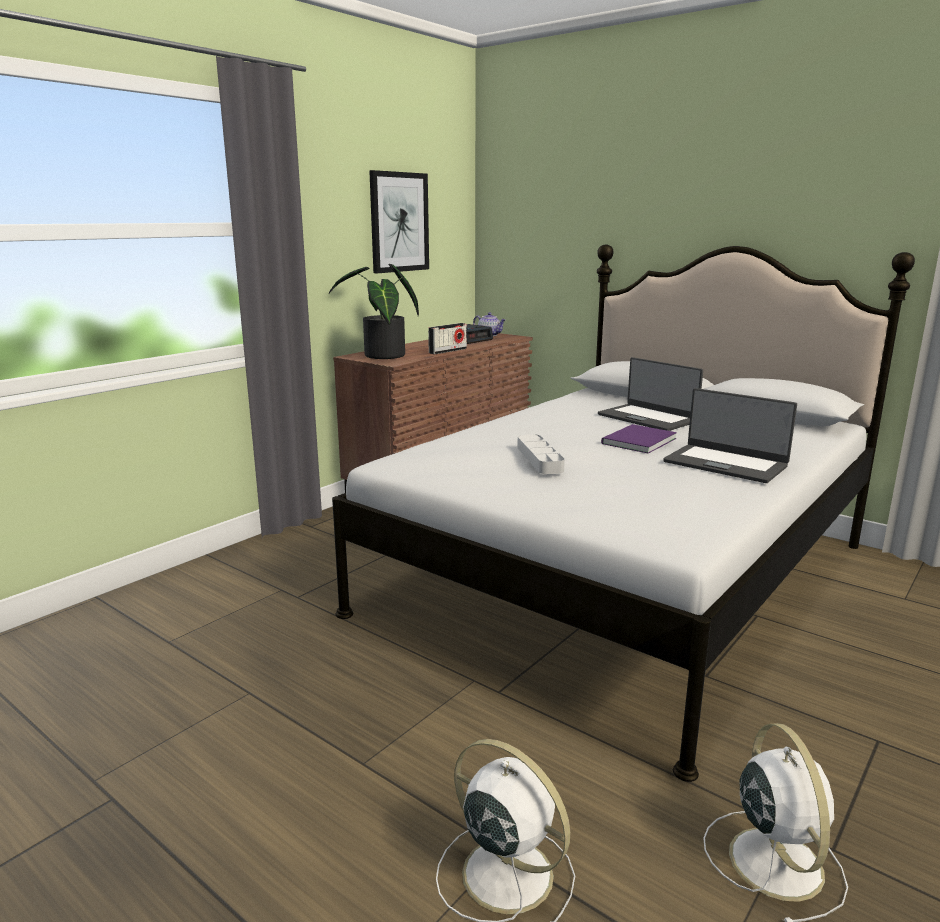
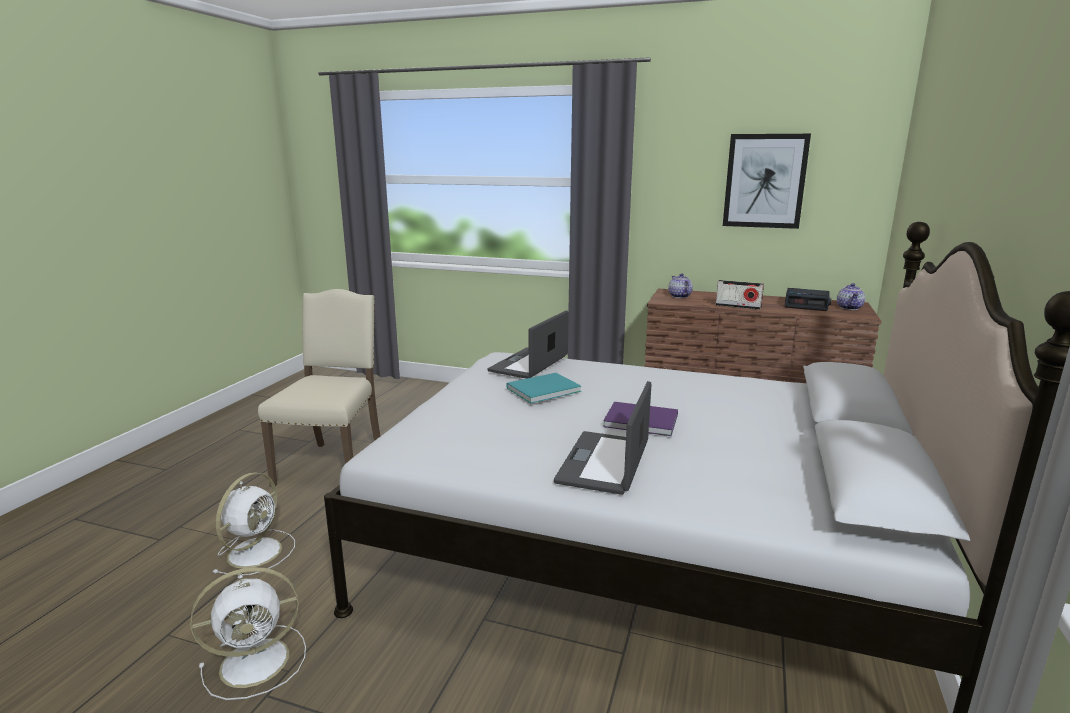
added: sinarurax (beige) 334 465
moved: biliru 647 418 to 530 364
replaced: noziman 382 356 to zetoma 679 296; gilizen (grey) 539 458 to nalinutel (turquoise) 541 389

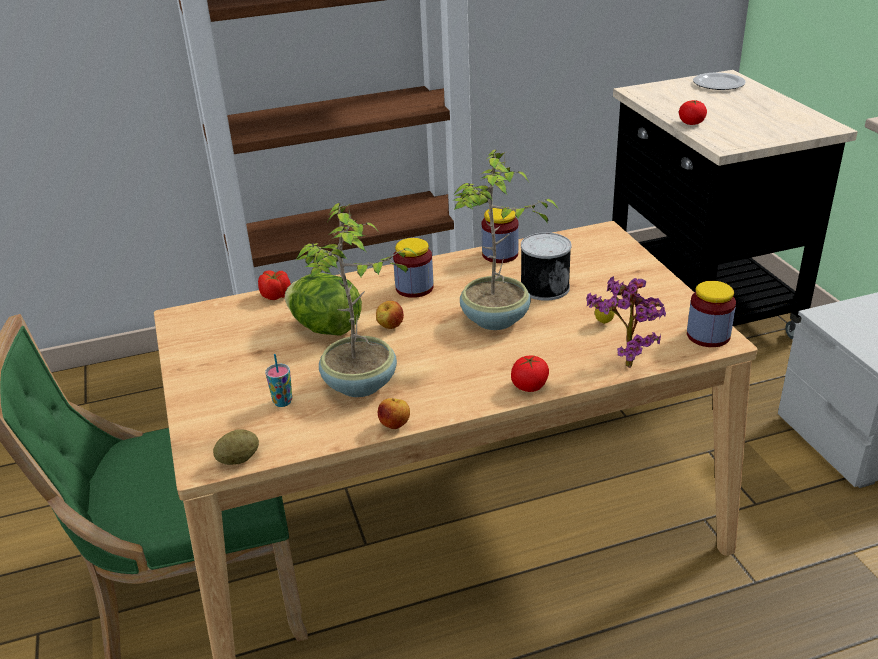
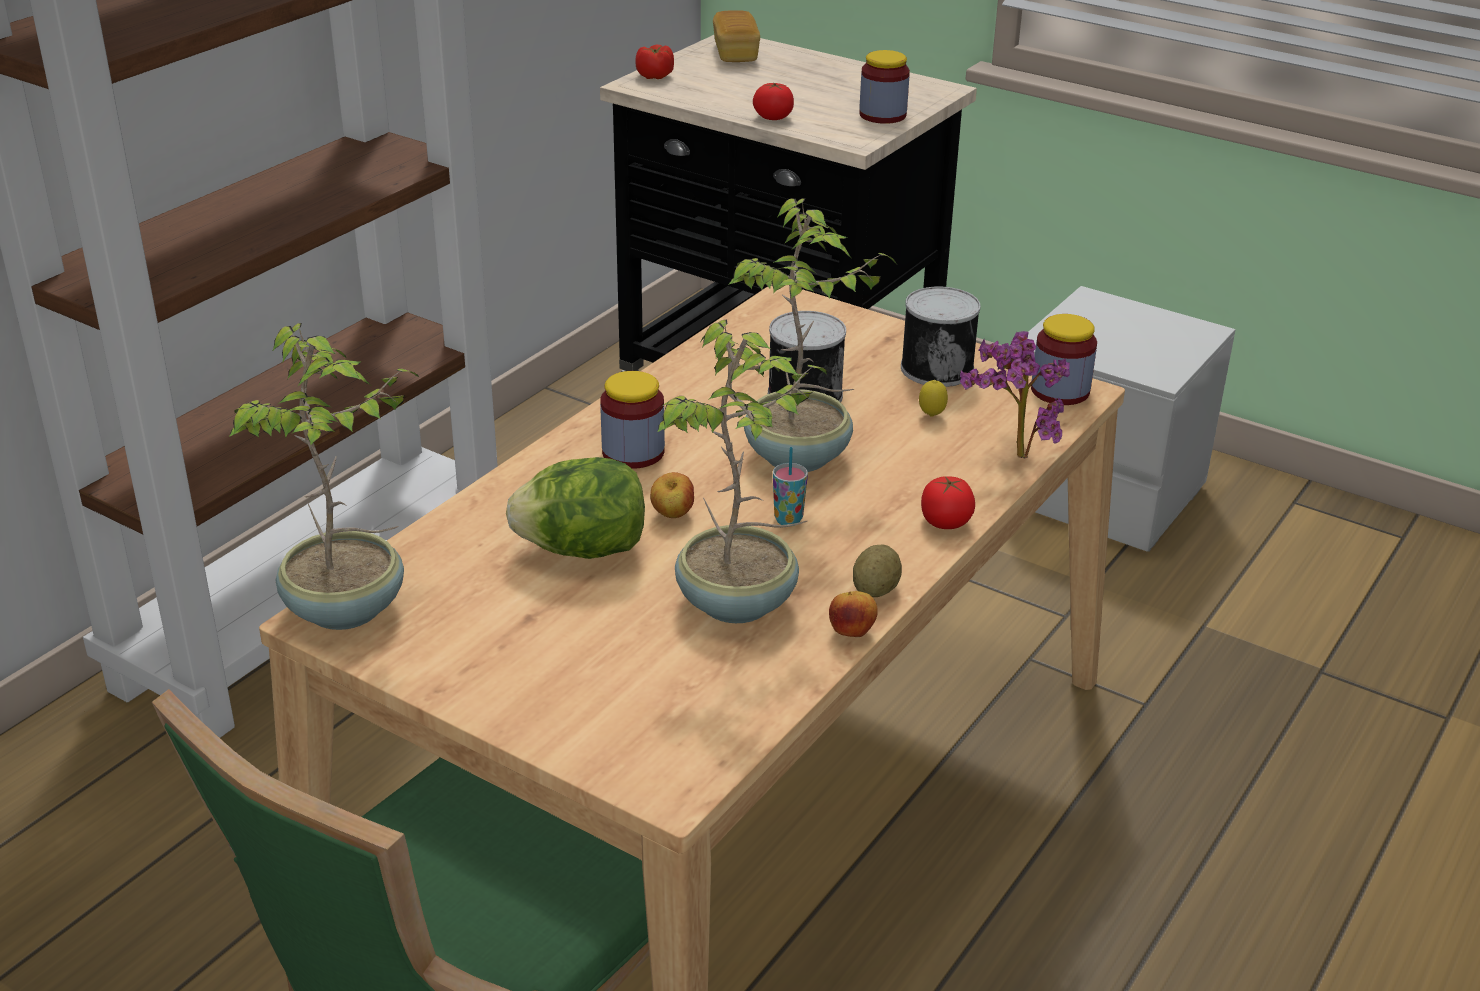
added: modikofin 937 368; noziman 347 610
moved: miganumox 500 254 to 882 115; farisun 276 296 to 655 76; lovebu 282 402 to 788 520; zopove 238 459 to 875 590
replaced: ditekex 719 84 to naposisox 735 54

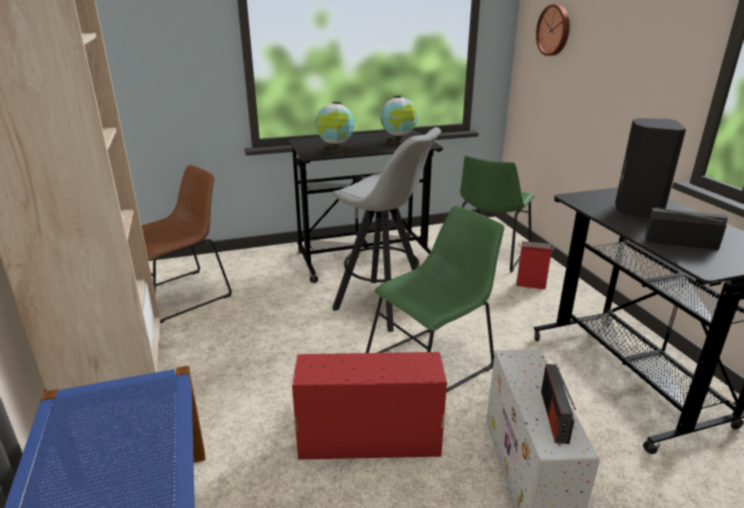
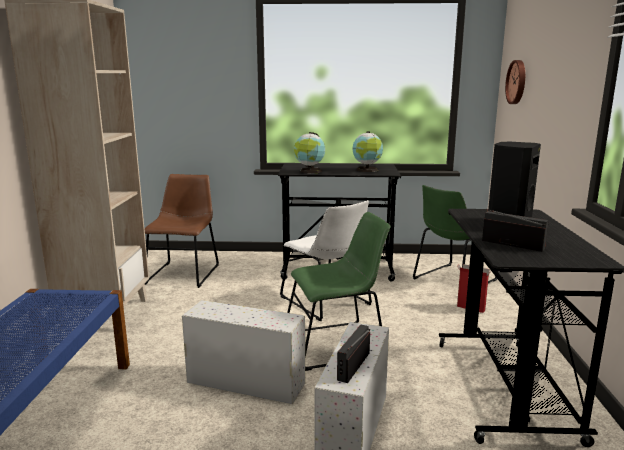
replaced: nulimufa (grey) 383 305 to sinarurax (white) 327 302
recoloured: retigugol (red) 367 440 to retigugol (white) 244 382
turned: sinarurax (brown) 184 294 = 184 273 60 degrees counterclockwise

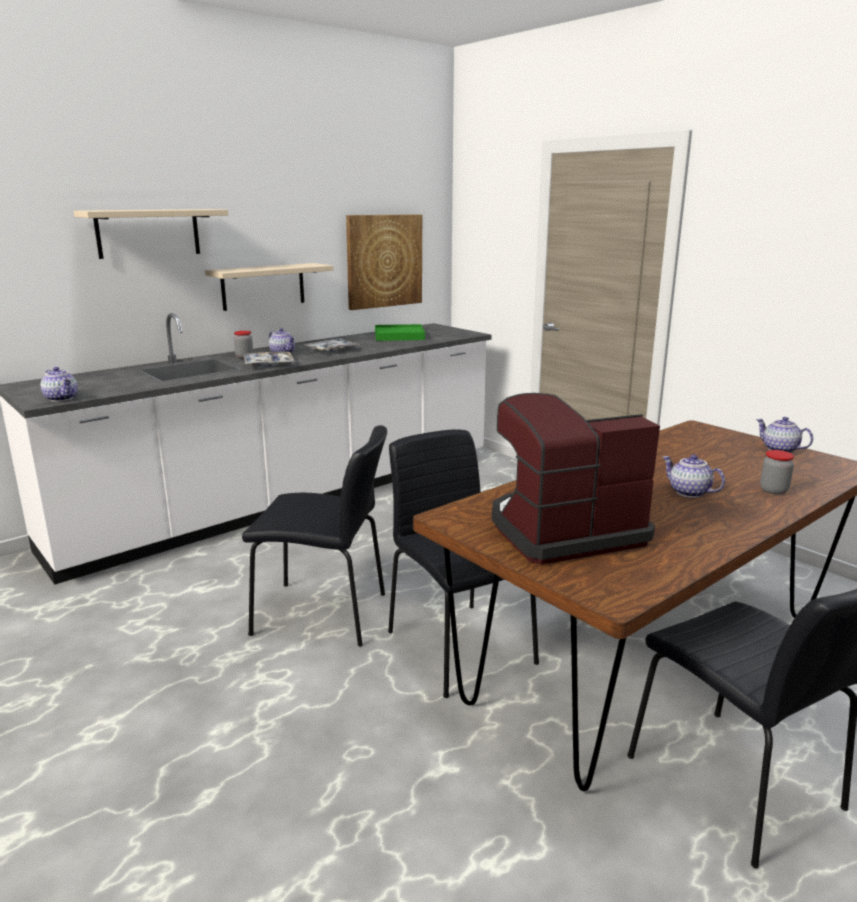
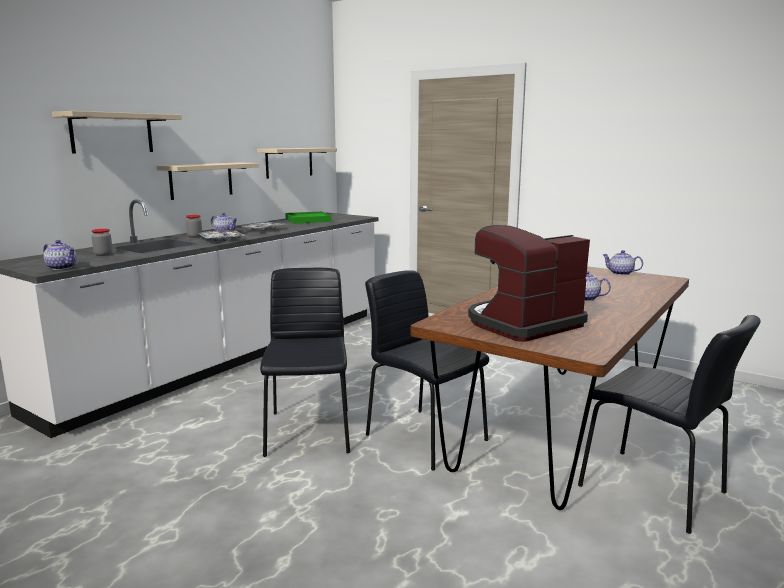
moved: miganumox 773 490 to 103 254
replaced: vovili 384 261 to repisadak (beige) 289 162
turned: sinarurax (black) 325 614 = 309 429 90 degrees counterclockwise

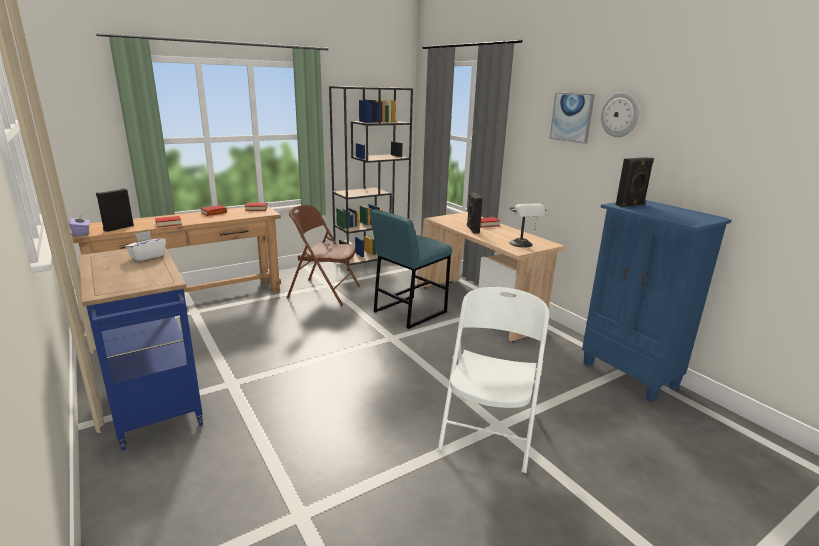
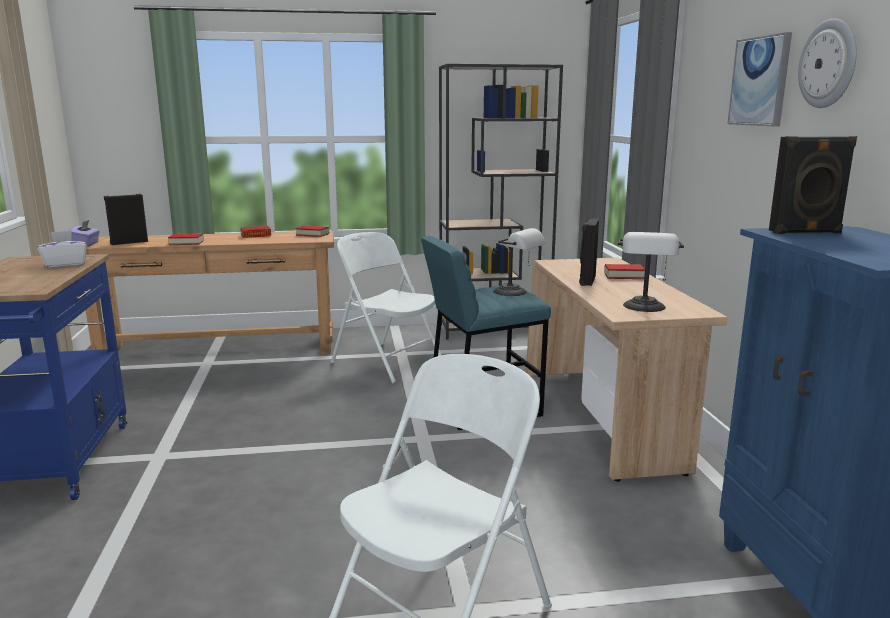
added: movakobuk 516 292
recoloured: sinarurax (brown) 324 292 to sinarurax (white) 387 362

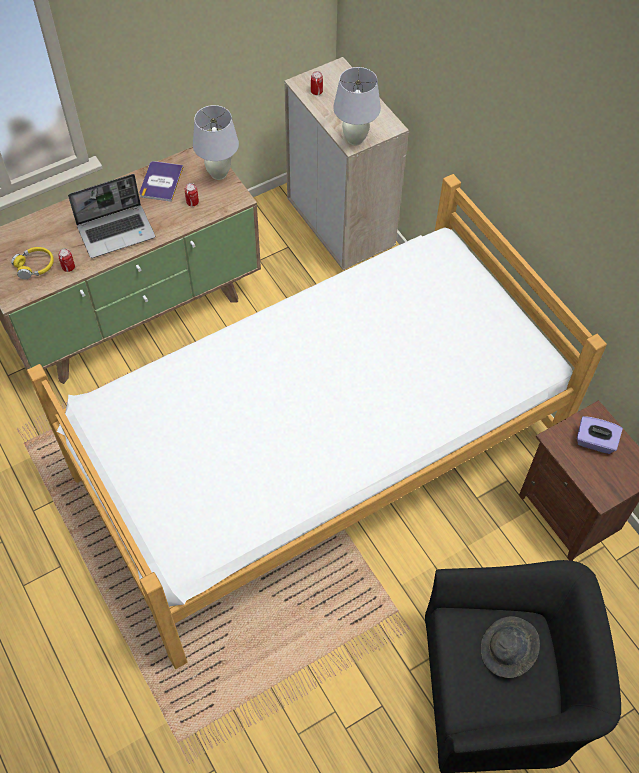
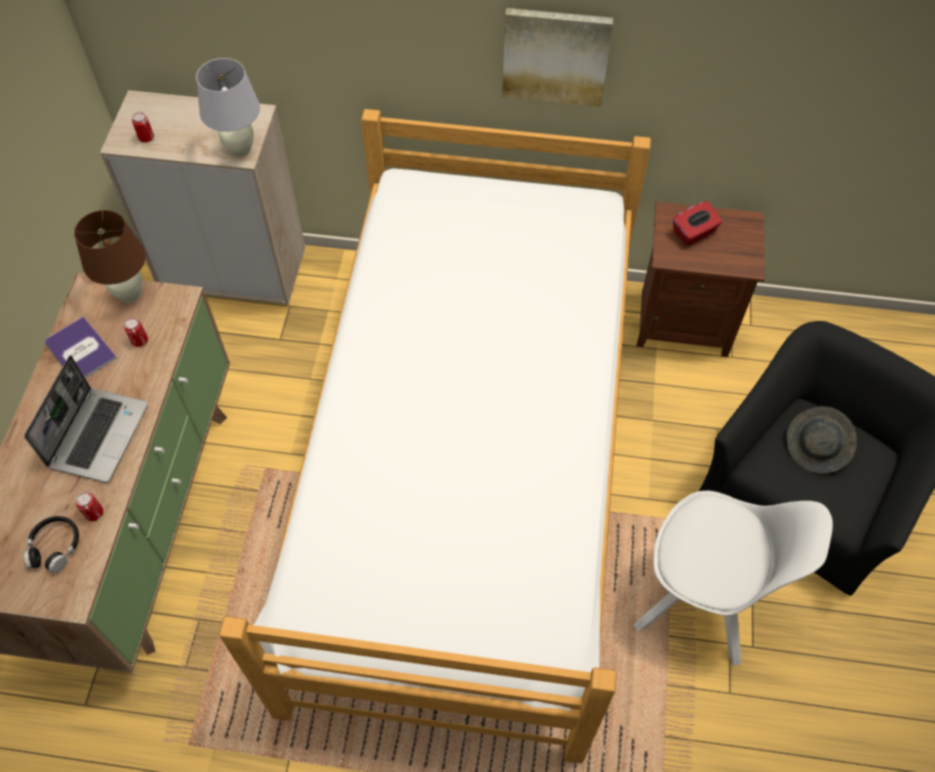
added: vovili 555 55; sinarurax (white) 701 601
recoloured: movakobuk (white) 219 174 to movakobuk (brown) 130 294; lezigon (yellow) 35 266 to lezigon (black) 55 547; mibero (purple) 595 442 to mibero (red) 694 233

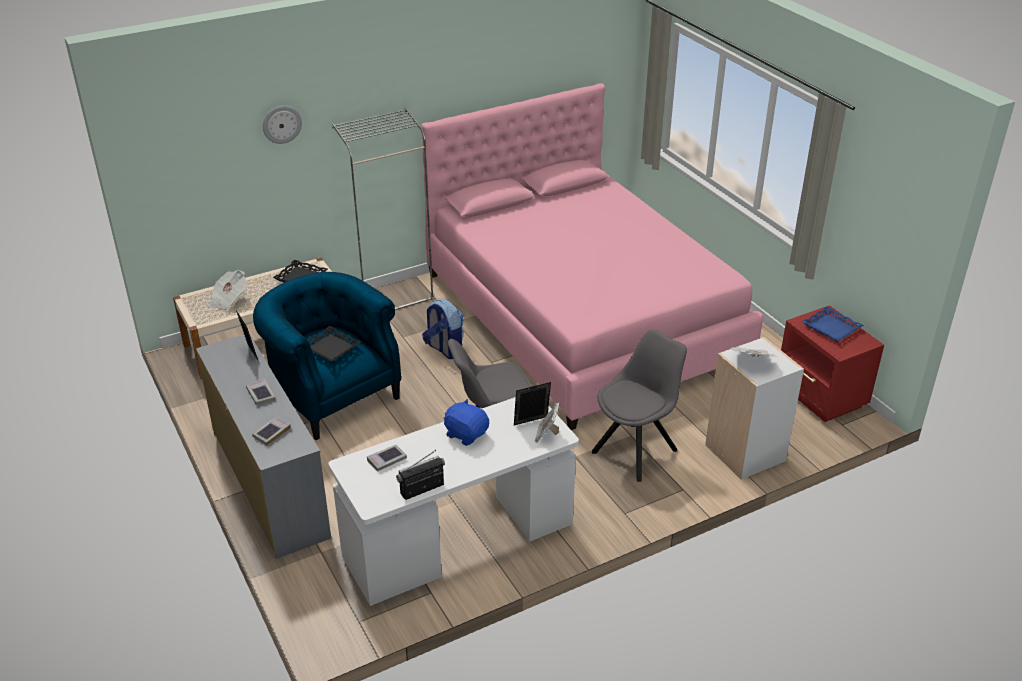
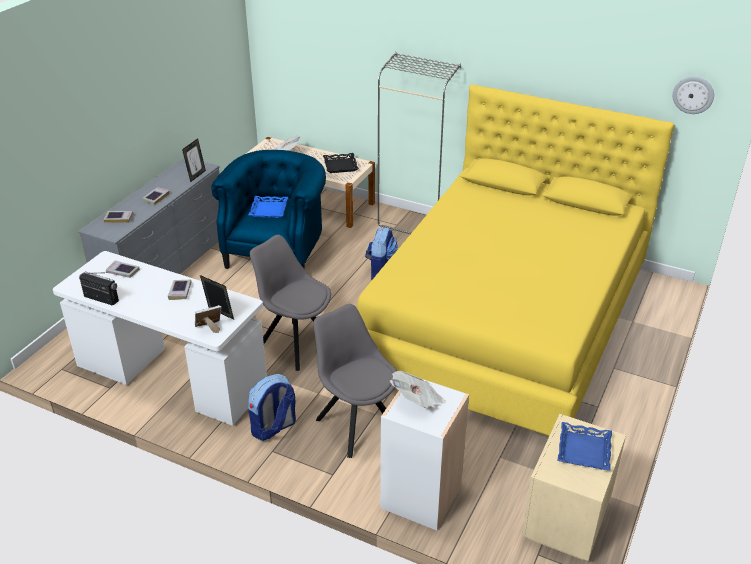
added: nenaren 273 428
moved: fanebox 281 124 to 693 95
replaced: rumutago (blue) 466 434 to nalinutel 180 291
recoloured: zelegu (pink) 582 316 to zelegu (yellow) 505 319; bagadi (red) 820 397 to bagadi (beige) 564 521; gilizen (black) 330 348 to gilizen (blue) 268 210
turned: sinarurax (grey) 635 451 = 356 425 135 degrees counterclockwise

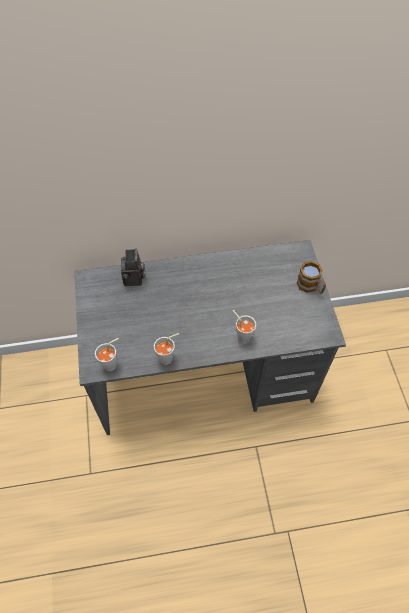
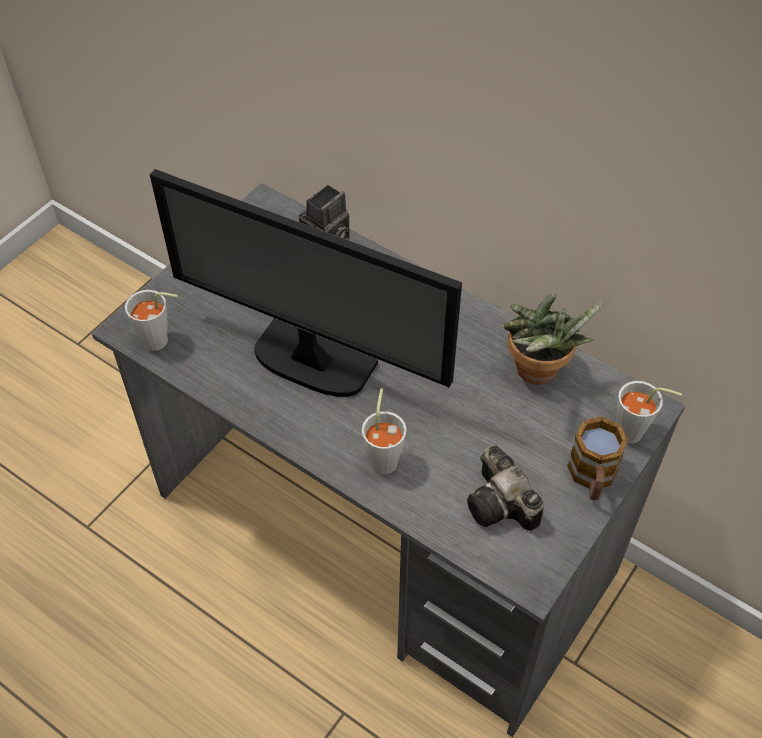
added: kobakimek 311 363; noziman 537 374; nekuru 502 506
moved: lovebu (grey) 169 358 to 635 434

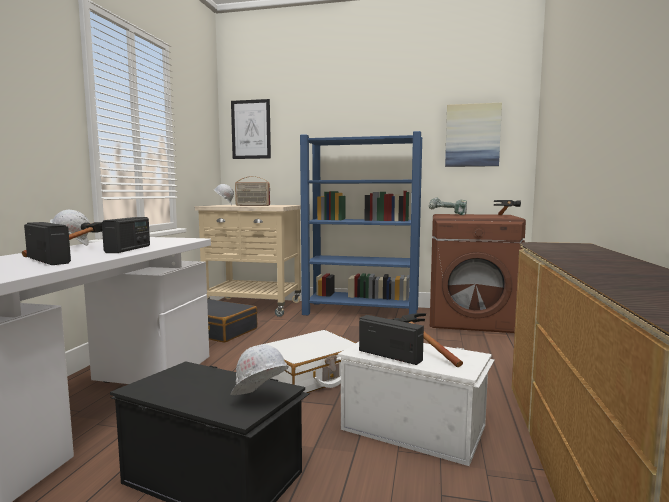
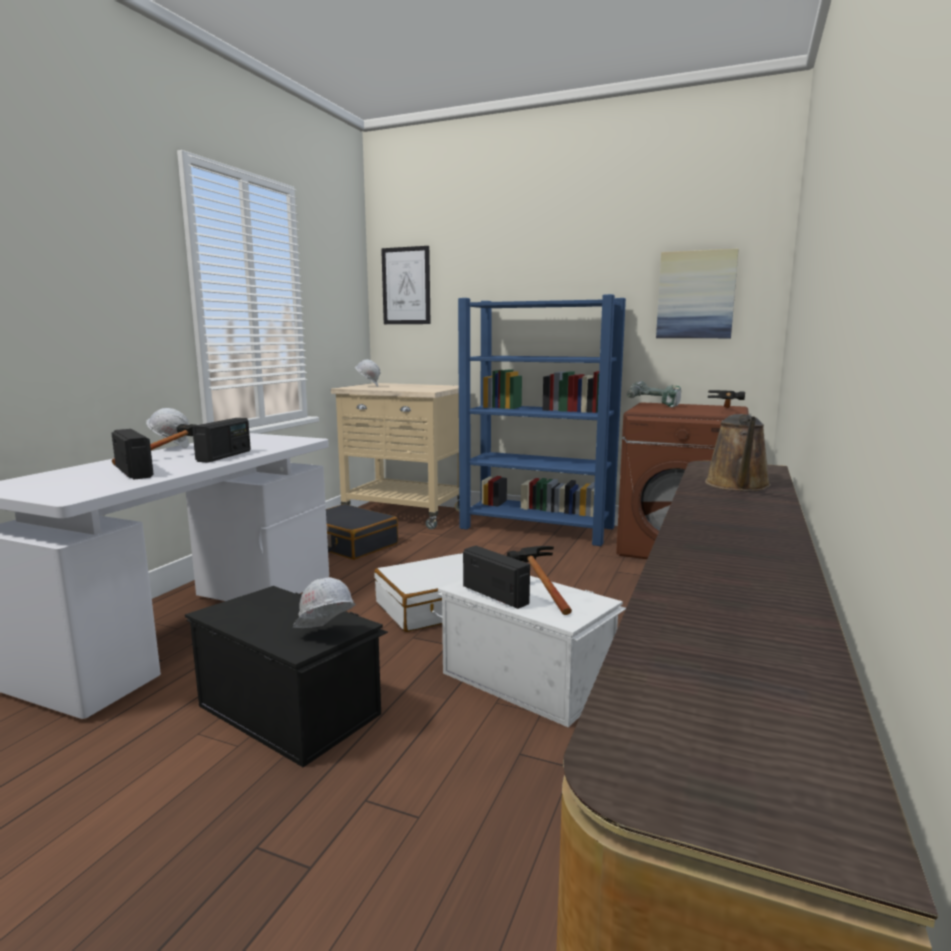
removed: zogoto 252 205
added: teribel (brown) 738 486

